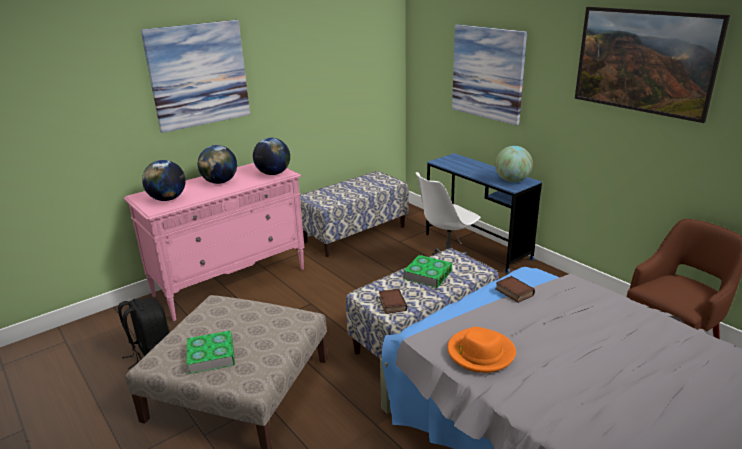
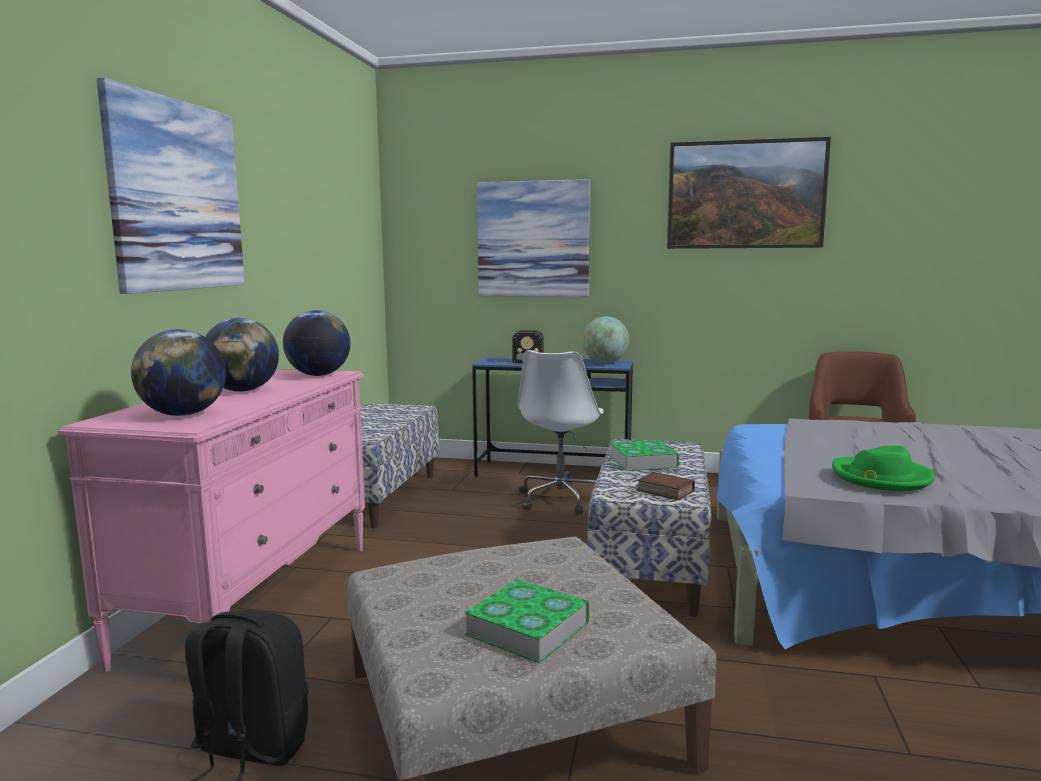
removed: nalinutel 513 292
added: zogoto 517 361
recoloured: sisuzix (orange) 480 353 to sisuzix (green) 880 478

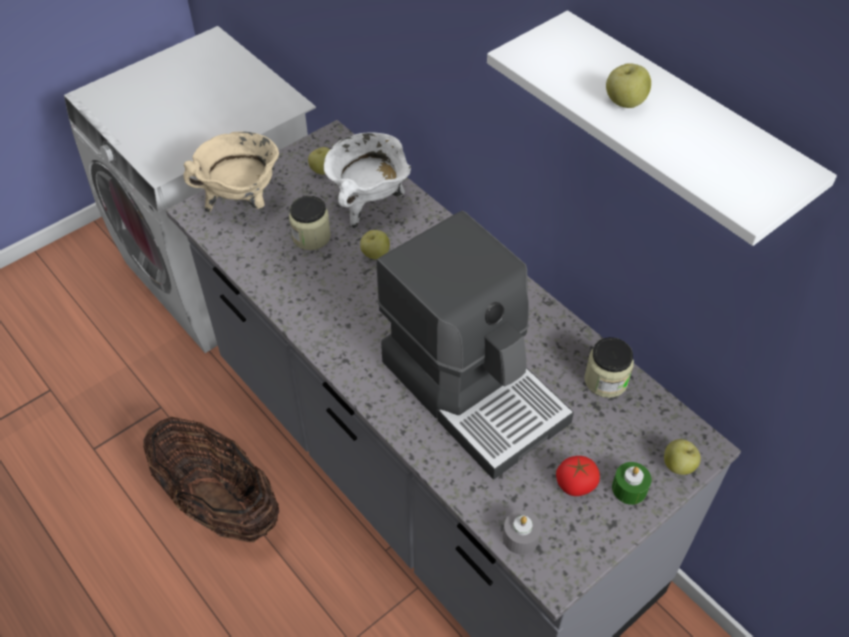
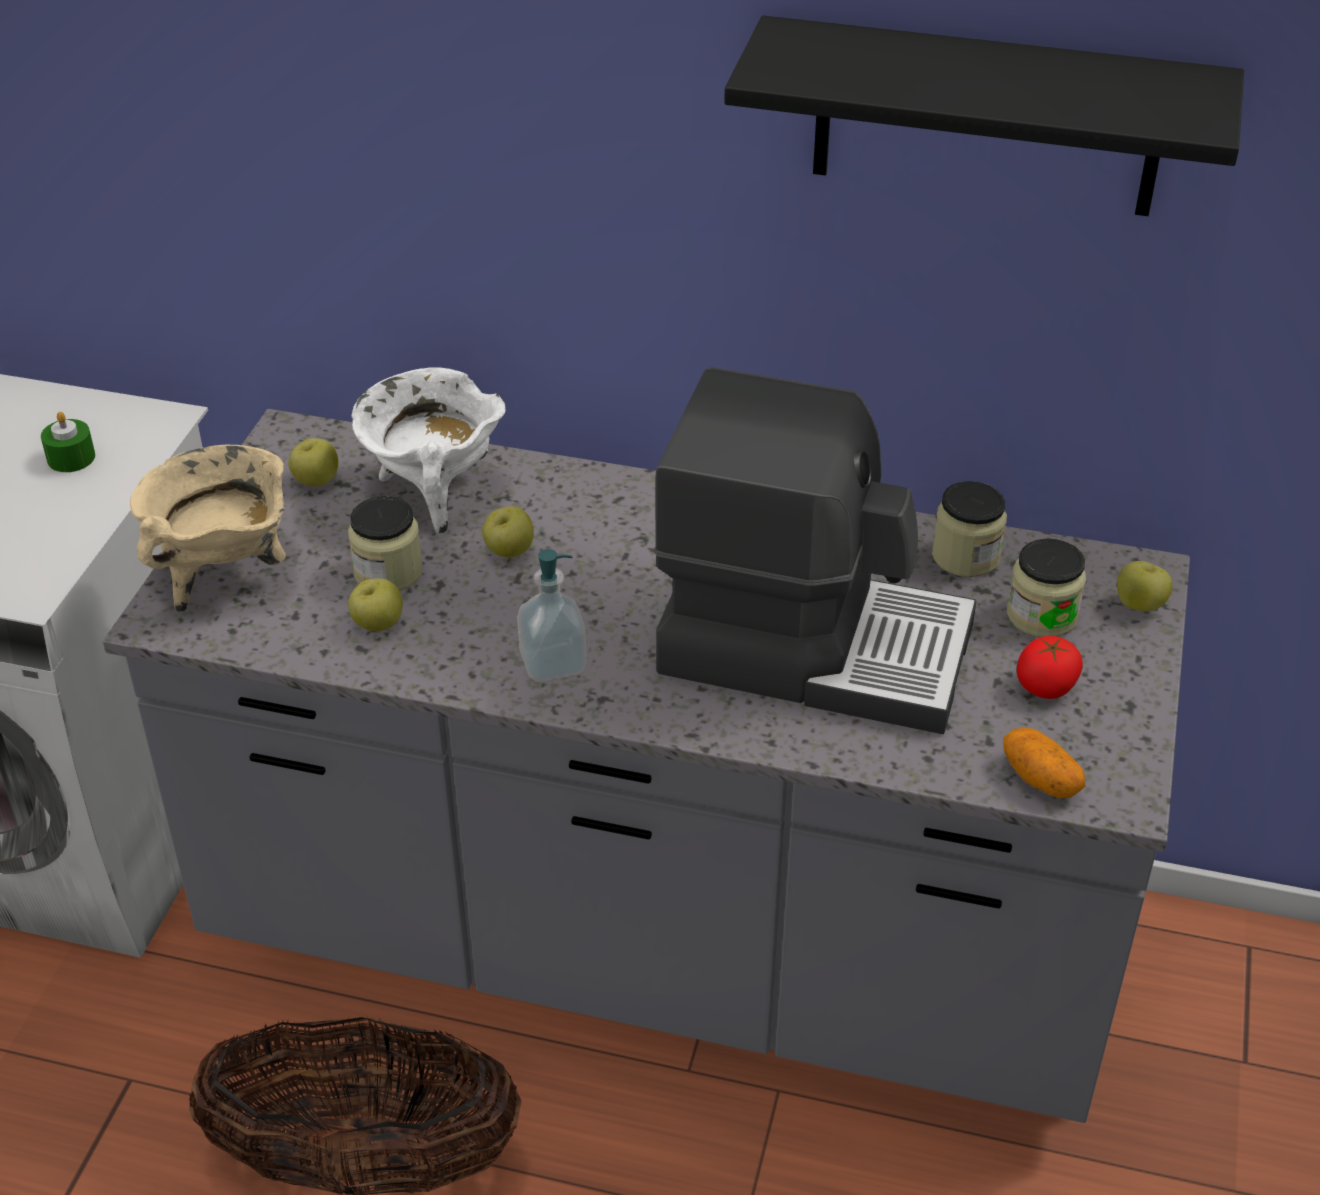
added: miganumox 1042 615; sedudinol 553 663
moved: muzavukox 624 103 to 377 624; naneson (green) 629 488 to 71 458
replaced: naneson (grey) 520 537 to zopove 1041 779
recoloured: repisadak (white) 678 132 to repisadak (black) 987 118

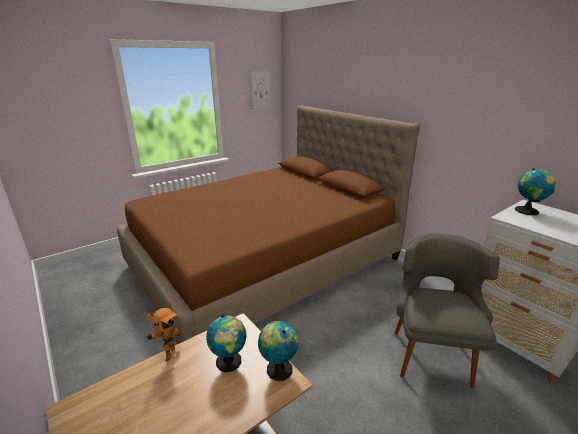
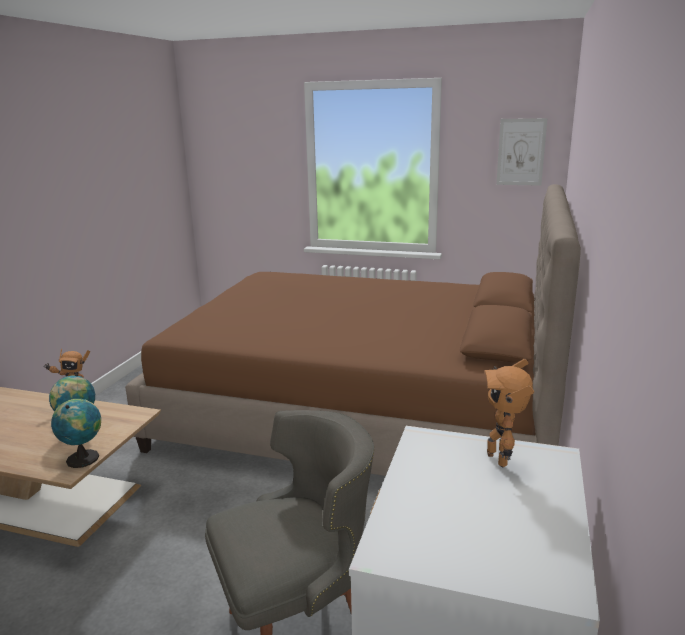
replaced: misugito 528 211 to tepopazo 500 458

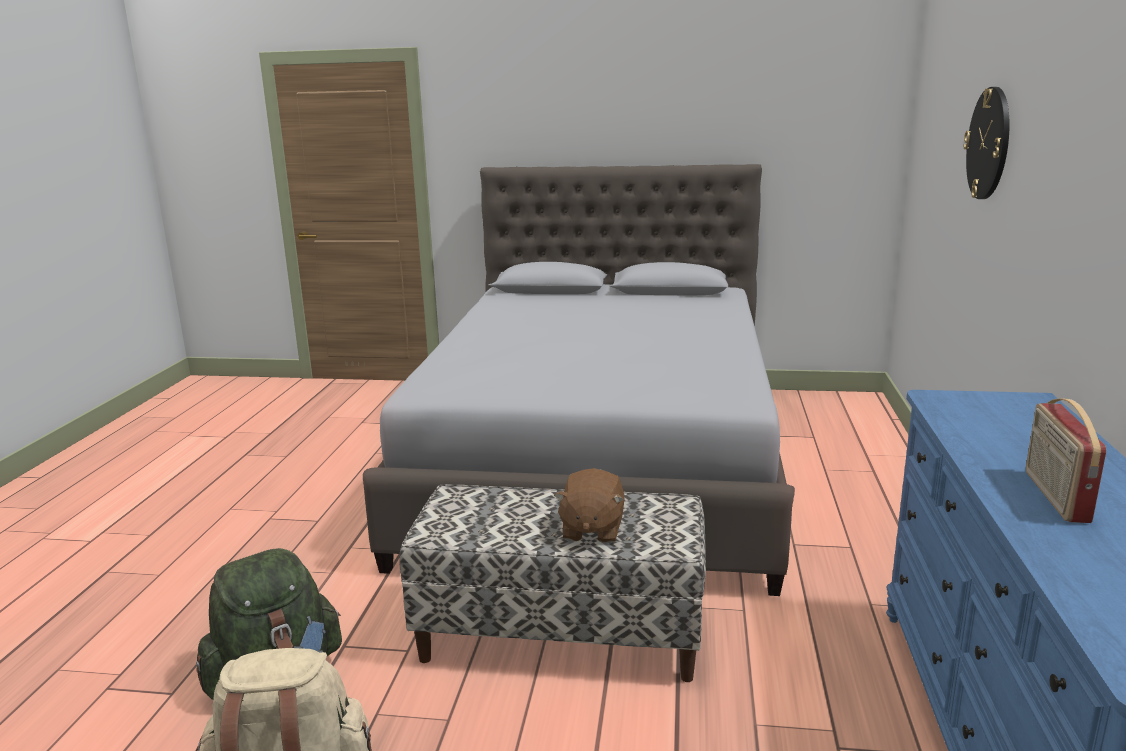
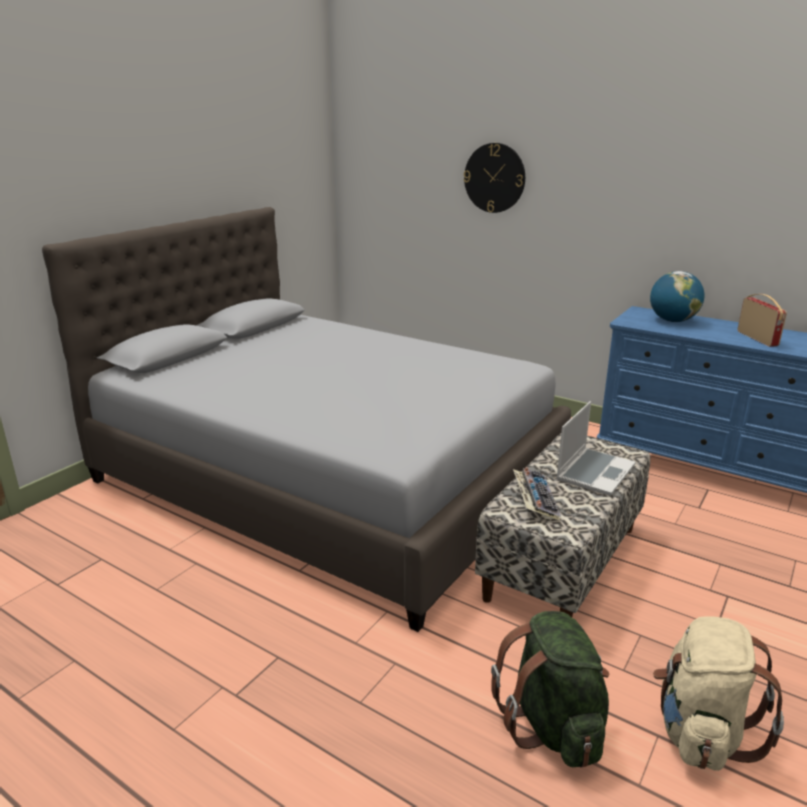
added: misugito 672 321; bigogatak 534 499
replaced: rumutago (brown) 591 530 to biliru 594 472
turned: zogoto 1054 496 = 758 338 135 degrees counterclockwise

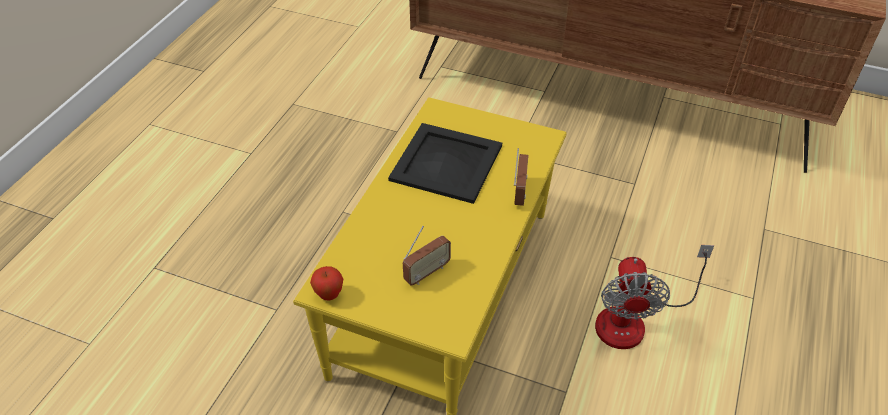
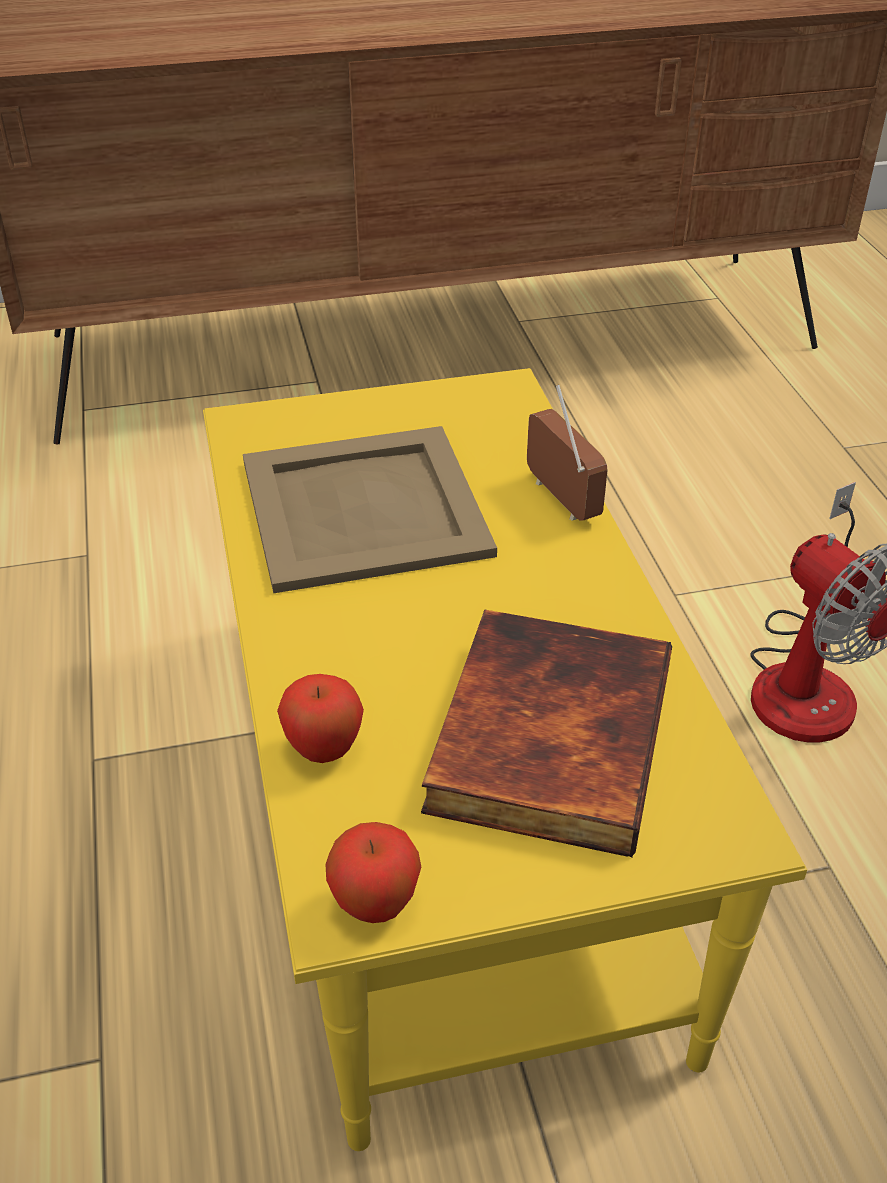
added: muzavukox 324 750
replaced: zogoto 427 273 to nalinutel 545 735
recoloured: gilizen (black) 446 162 to gilizen (beige) 361 506

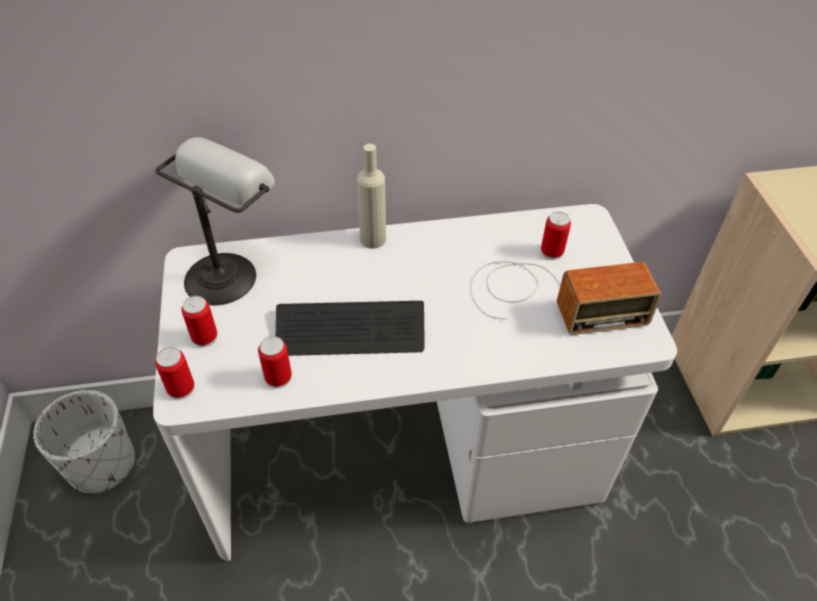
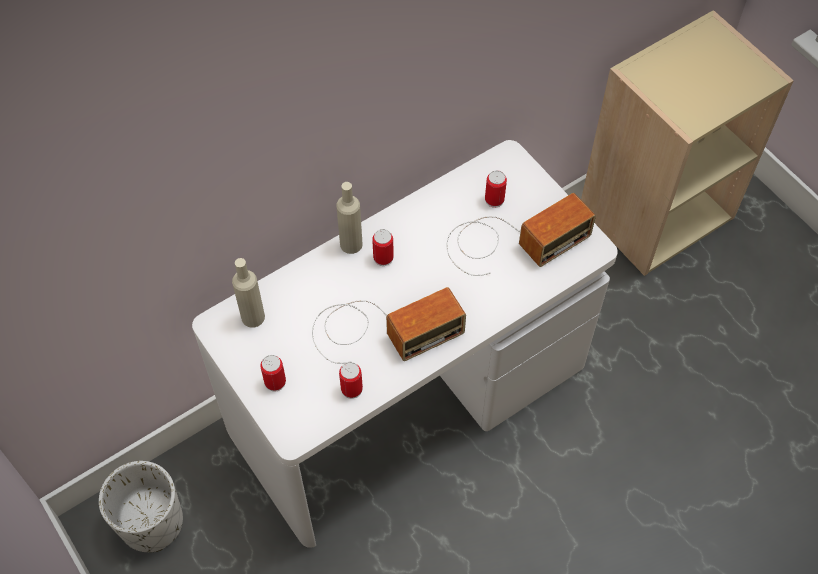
moved: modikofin 181 388 to 383 258
replaced: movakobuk 229 268 to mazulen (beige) 253 317; bigogatak 350 330 to zogoto 381 330

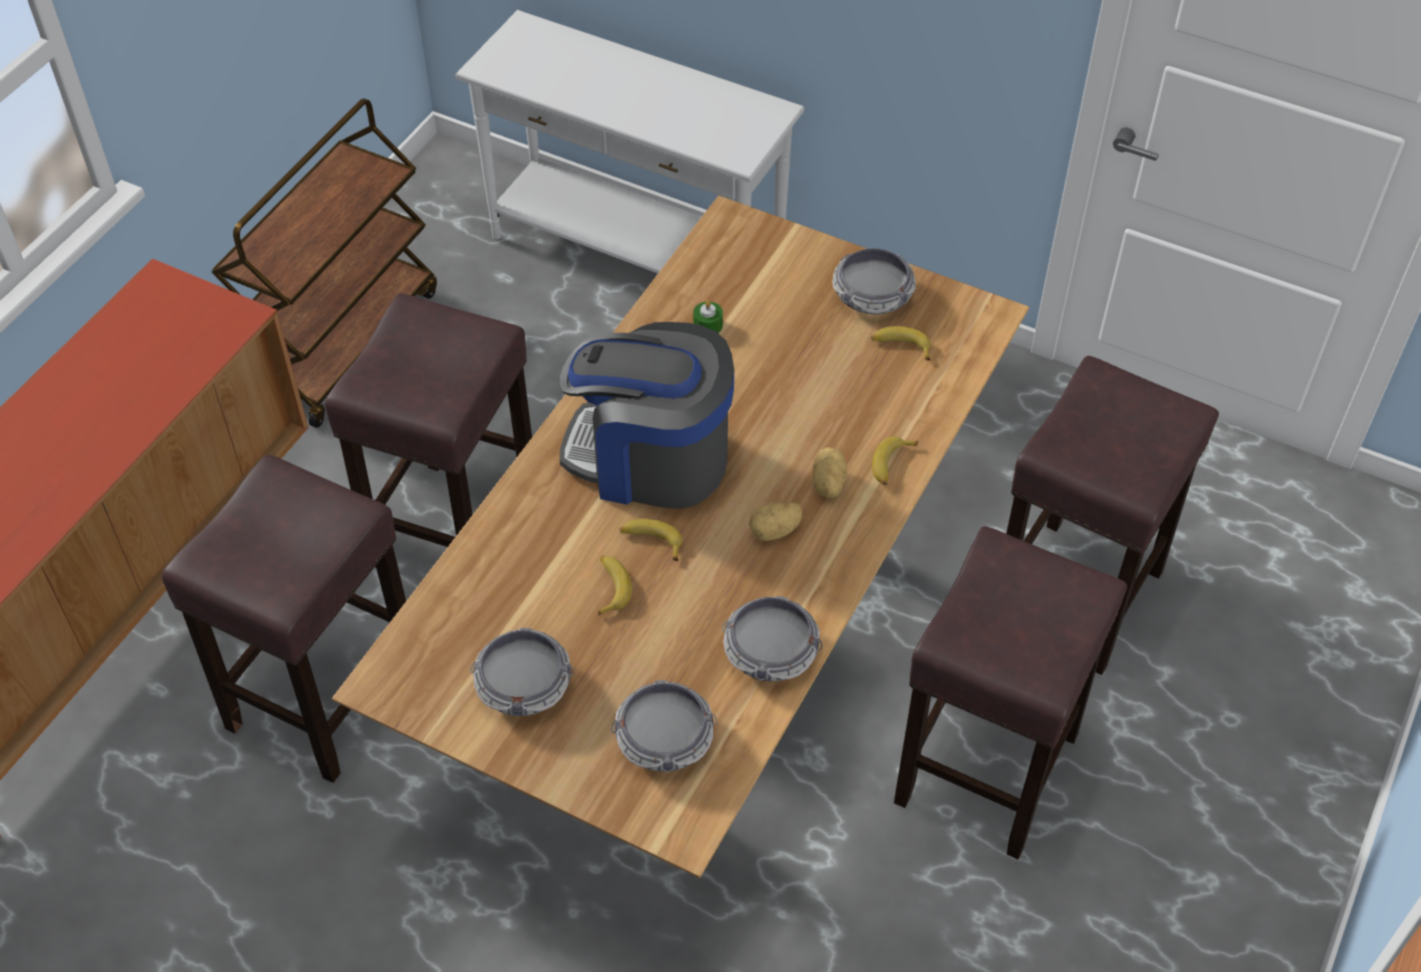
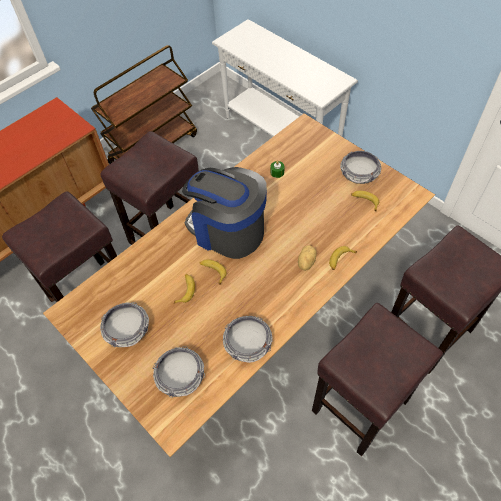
removed: zopove 775 531

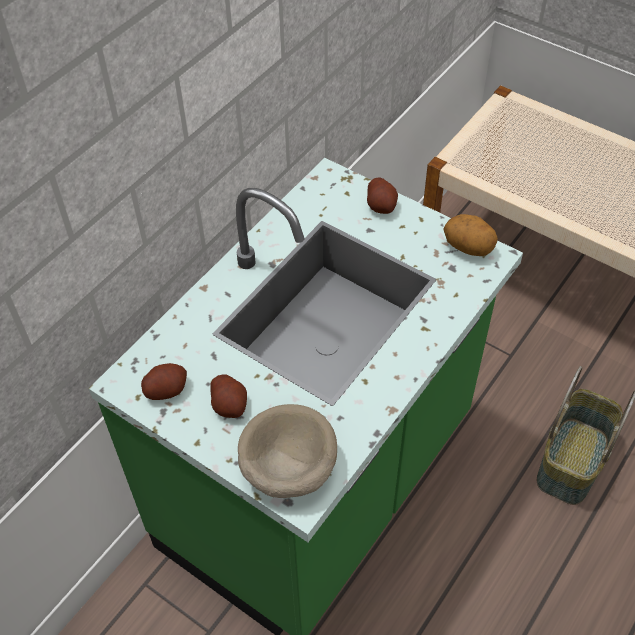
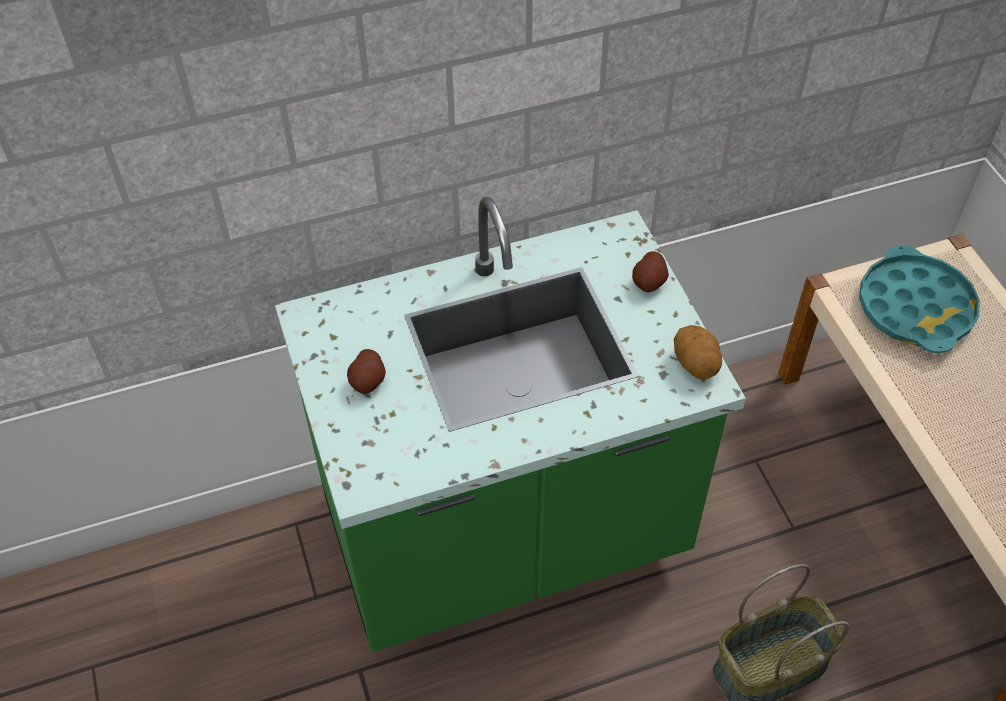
removed: zopove 166 389; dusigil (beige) 287 468
added: gilizen (turquoise) 915 308

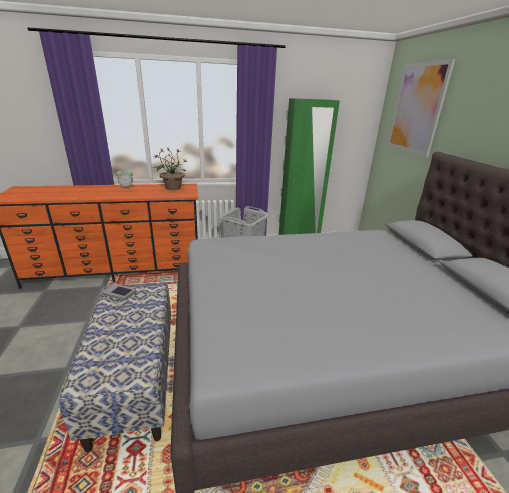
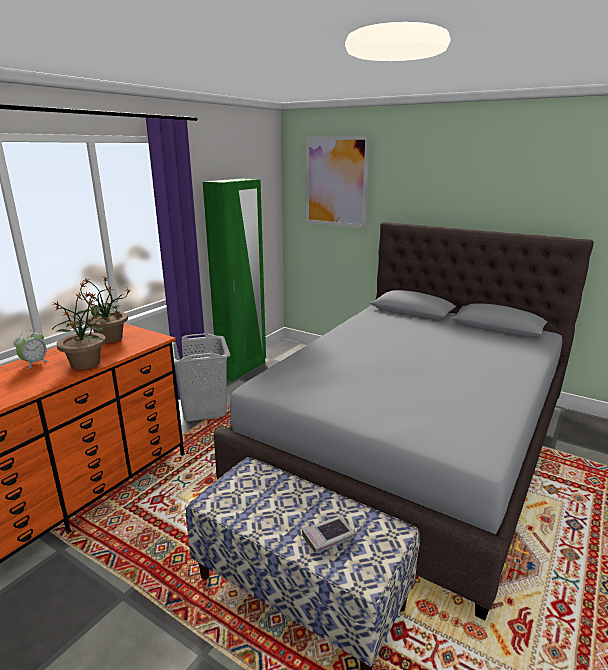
added: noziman 85 363
moved: nalinutel 119 294 to 328 537

